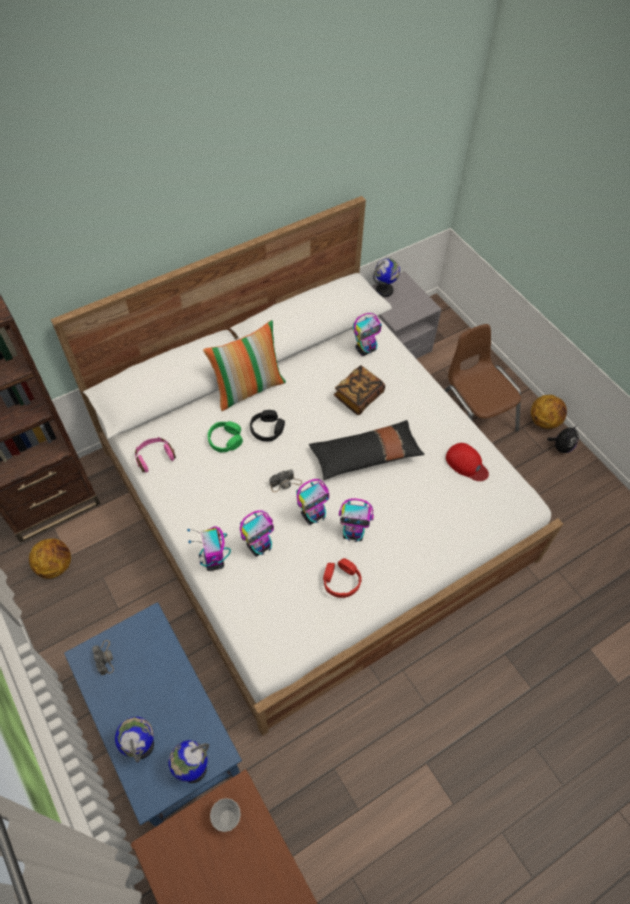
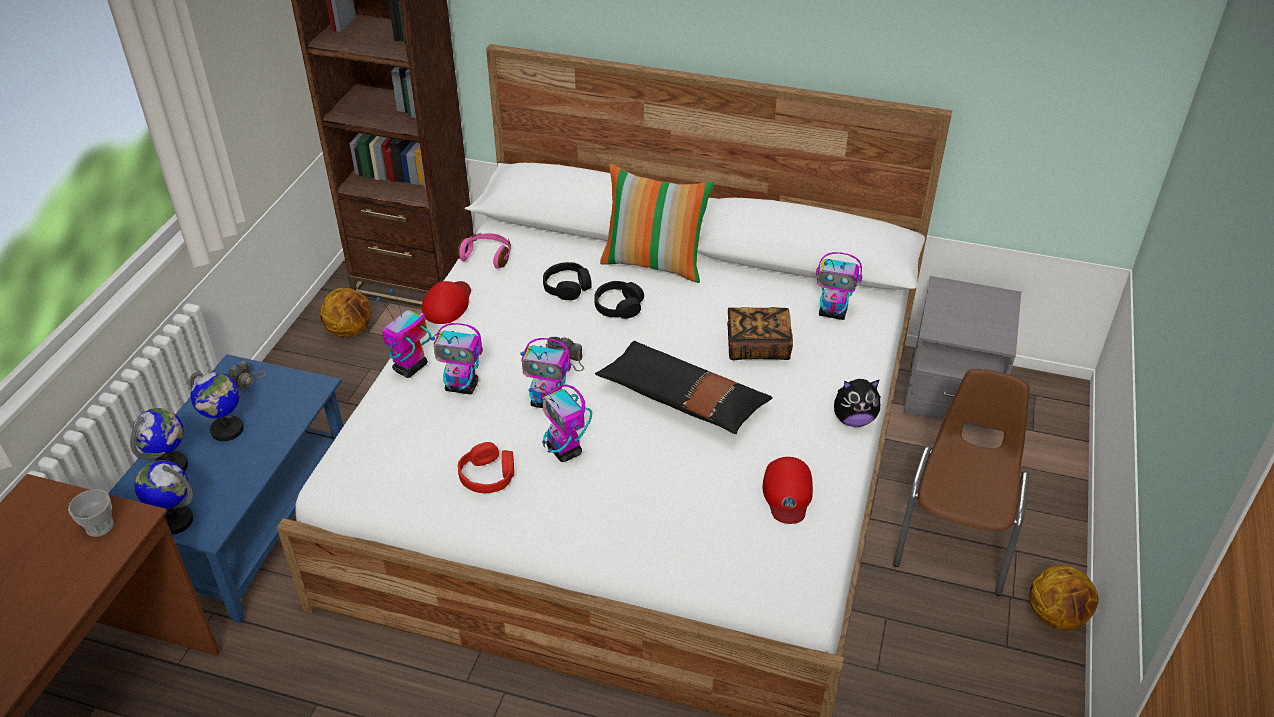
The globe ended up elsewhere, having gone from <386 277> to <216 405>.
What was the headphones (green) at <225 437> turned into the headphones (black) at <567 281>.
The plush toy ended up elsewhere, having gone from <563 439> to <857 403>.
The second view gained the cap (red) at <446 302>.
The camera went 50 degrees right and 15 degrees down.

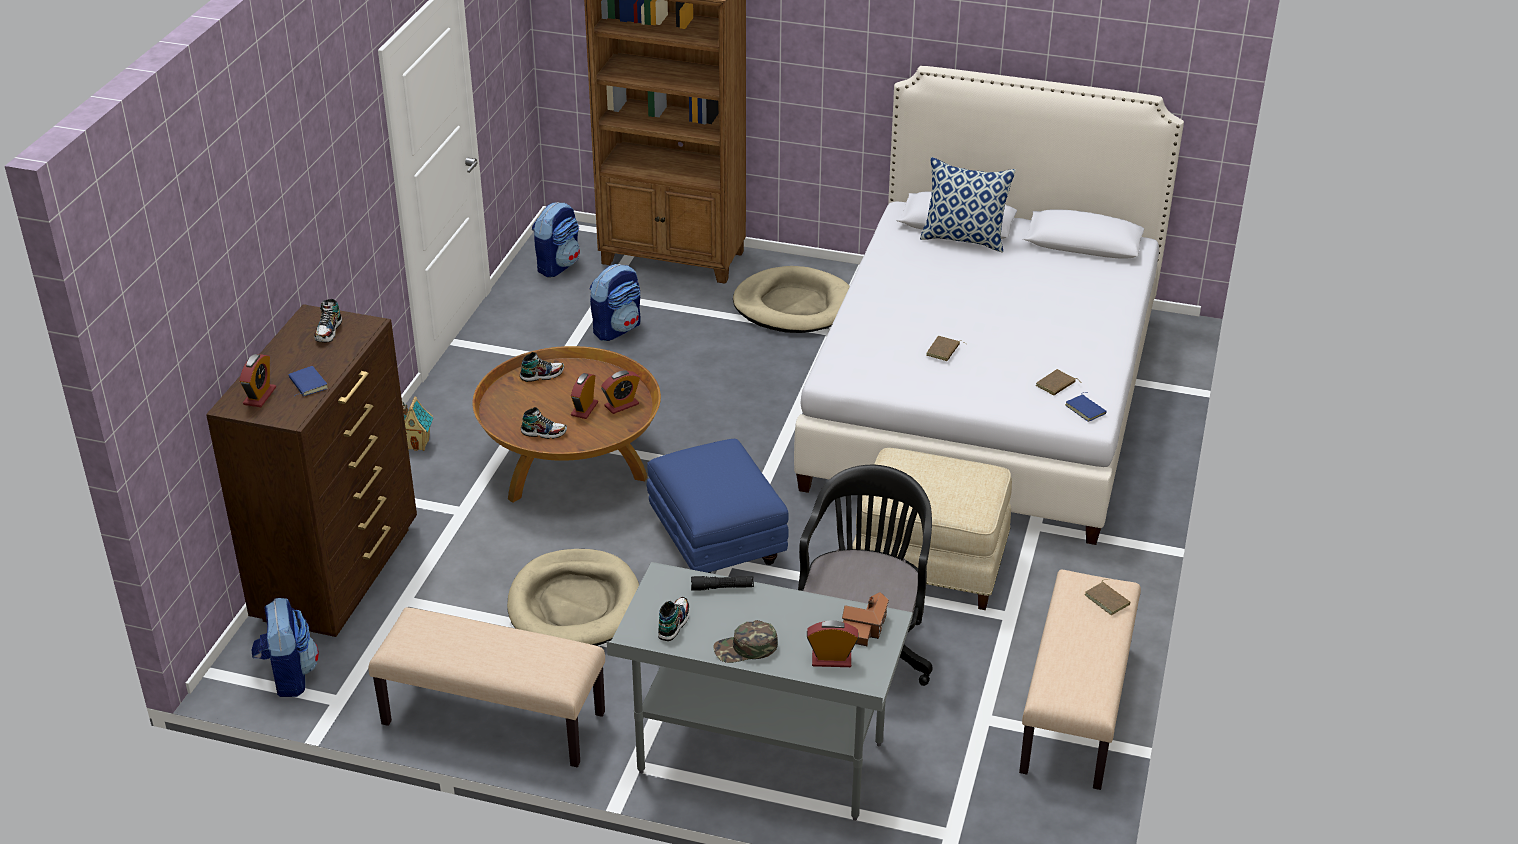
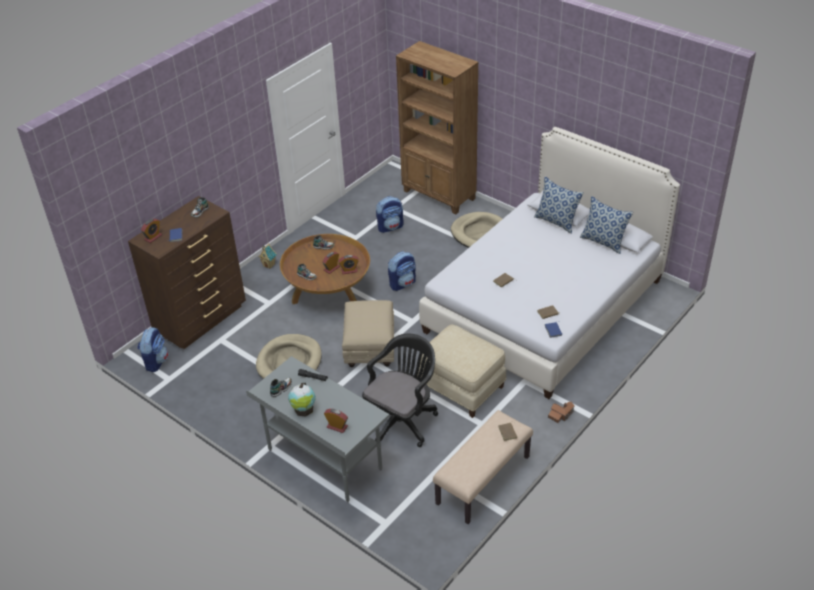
The backpack ended up elsewhere, having gone from <556 239> to <402 271>.
What was the ottoman (blue) at <718 506> turned into the ottoman (beige) at <368 333>.
The toy house ended up elsewhere, having gone from <865 619> to <561 412>.
The second view lost the bench (beige) at <487 687>.
Where the cap (green) stood at <746 641>, the globe came to stand at <302 399>.
The second view gained the pillow at <606 225>.
The camera went 25 degrees right and 5 degrees up.

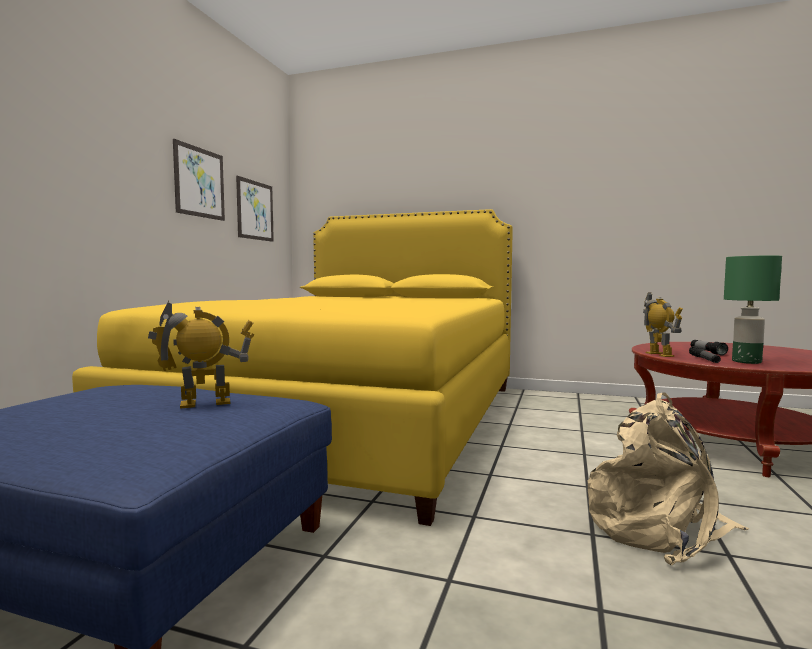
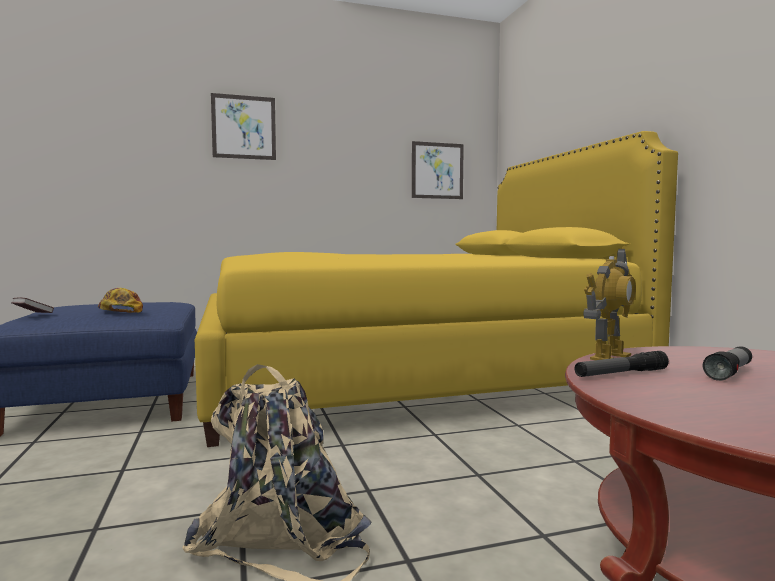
The picture ended up elsewhere, having gone from <199 180> to <243 126>.
The second view lost the table lamp (green) at <753 310>.
Where the toy robot stood at <201 354>, the cap came to stand at <120 300>.
The second view gained the book at <32 305>.
The camera went 55 degrees right and 0 degrees up.

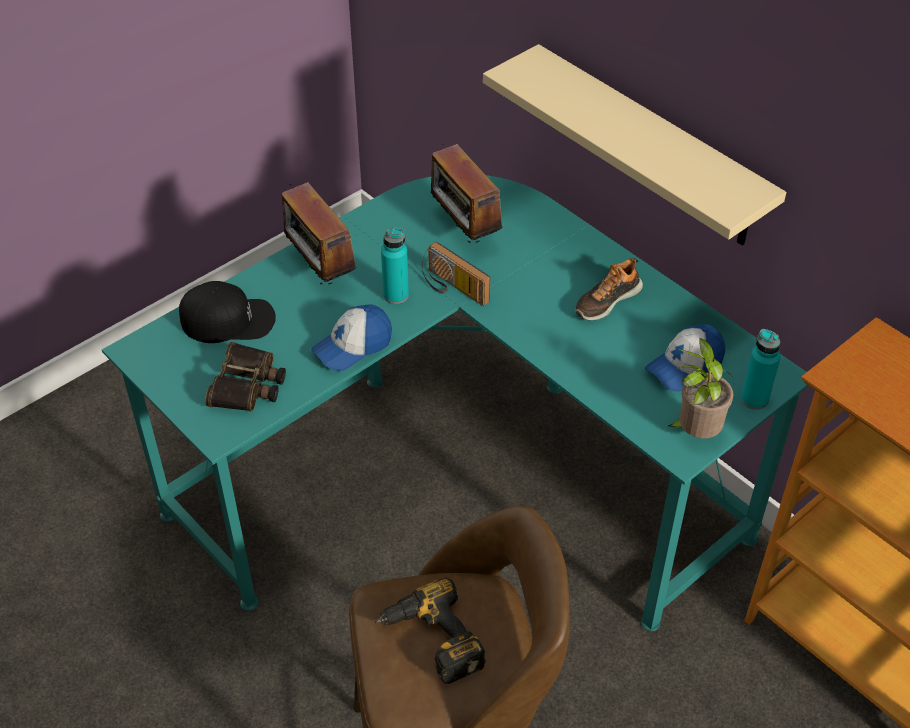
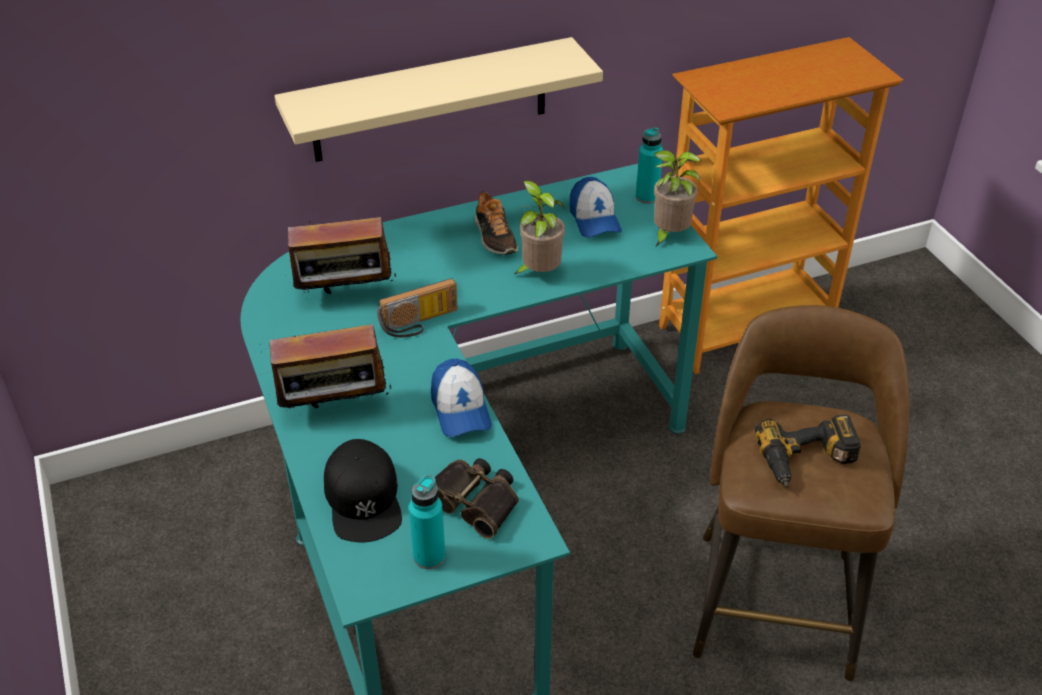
The bottle (turquoise) ended up elsewhere, having gone from <395 265> to <427 522>.
The cap (black) at <227 312> ended up facing another way, 150 degrees clockwise from before.
The second view gained the potted plant at <540 227>.
The camera went 70 degrees left and 5 degrees down.

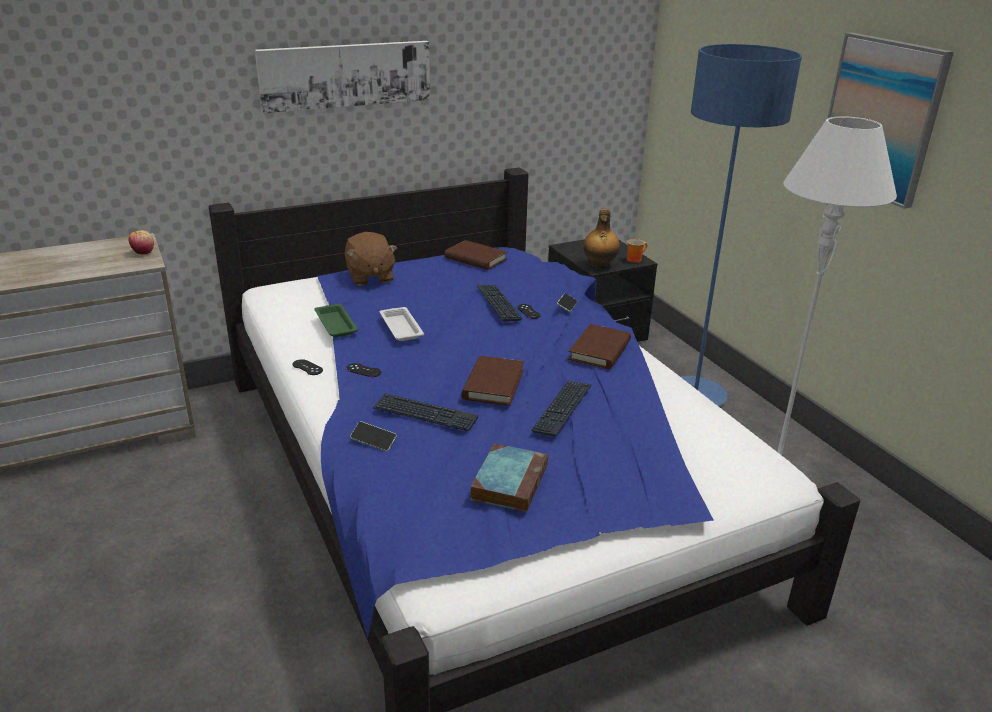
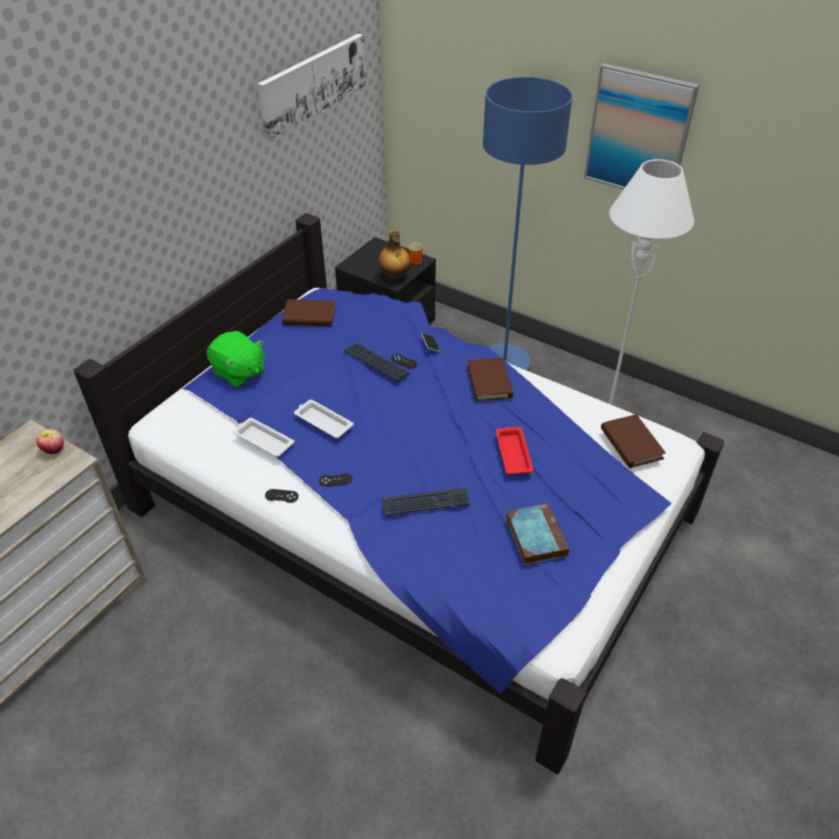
The picture ended up elsewhere, having gone from <342 77> to <311 86>.
What was the plush toy (brown) at <371 259> turned into the plush toy (green) at <235 359>.
What was the tray (green) at <336 320> turned into the tray (white) at <264 437>.
The book (brown) ended up elsewhere, having gone from <492 381> to <633 441>.
Where the keyboard stood at <561 409>, the tray (red) came to stand at <515 451>.
The second view lost the phone at <373 436>.
The camera went 30 degrees left and 15 degrees up.

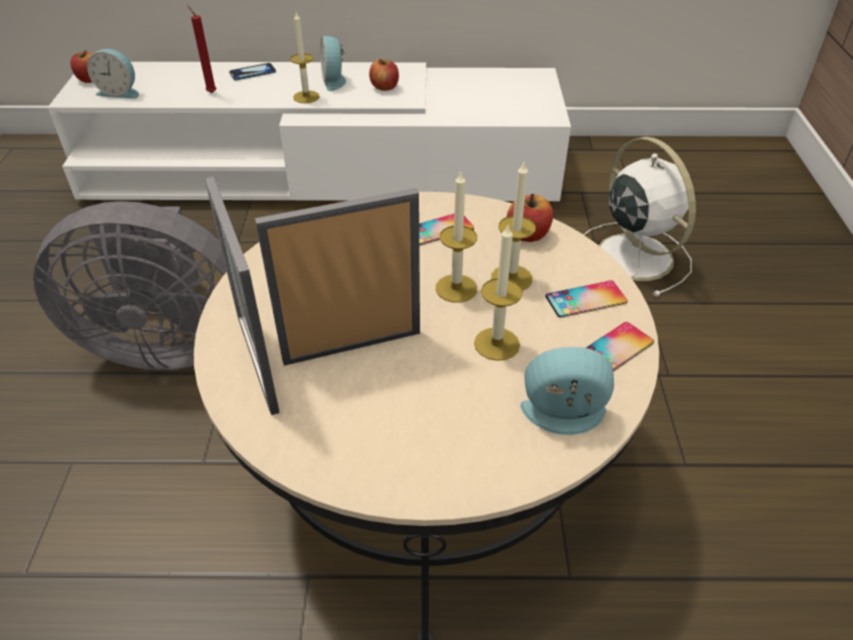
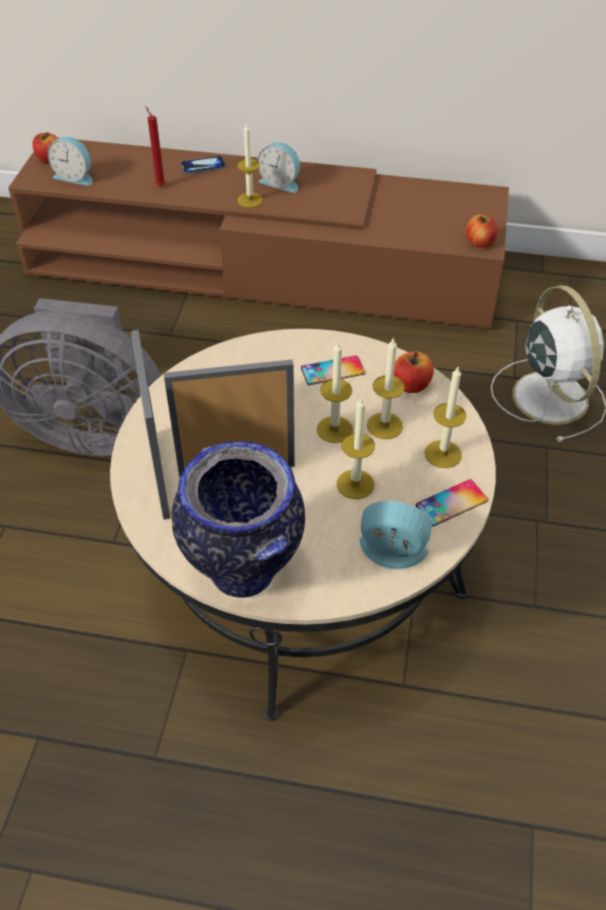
The alarm clock at <333 63> ended up facing another way, 60 degrees counterclockwise from before.
The apple ended up elsewhere, having gone from <384 75> to <482 231>.
What was the tv stand (white) at <309 131> turned into the tv stand (brown) at <258 233>.
Where the phone stood at <587 299>, the candle came to stand at <445 417>.
The second view gained the vase at <238 519>.
The camera went 10 degrees right and 5 degrees up.

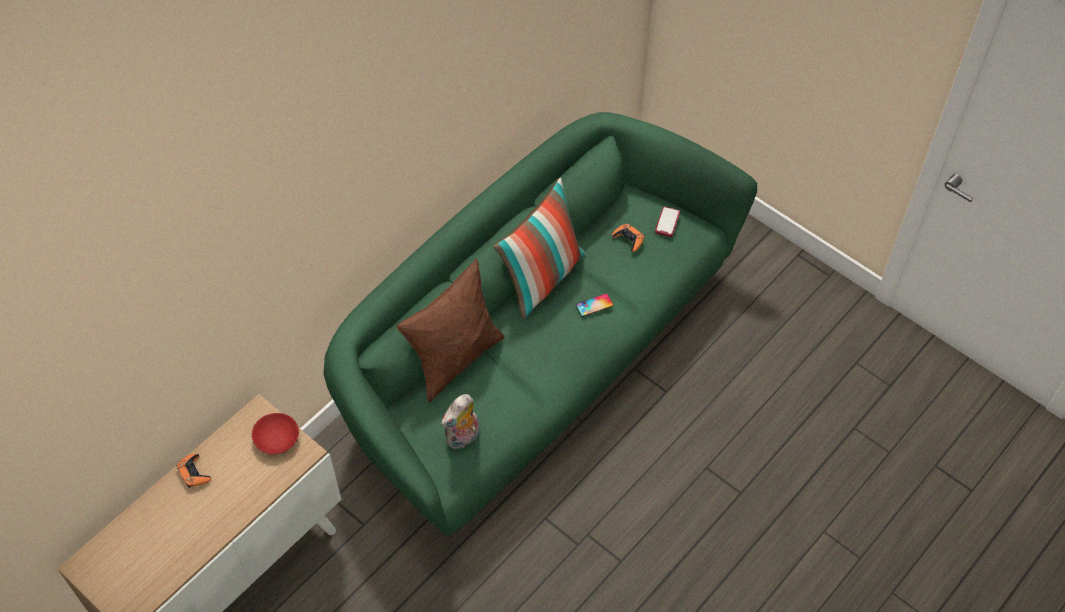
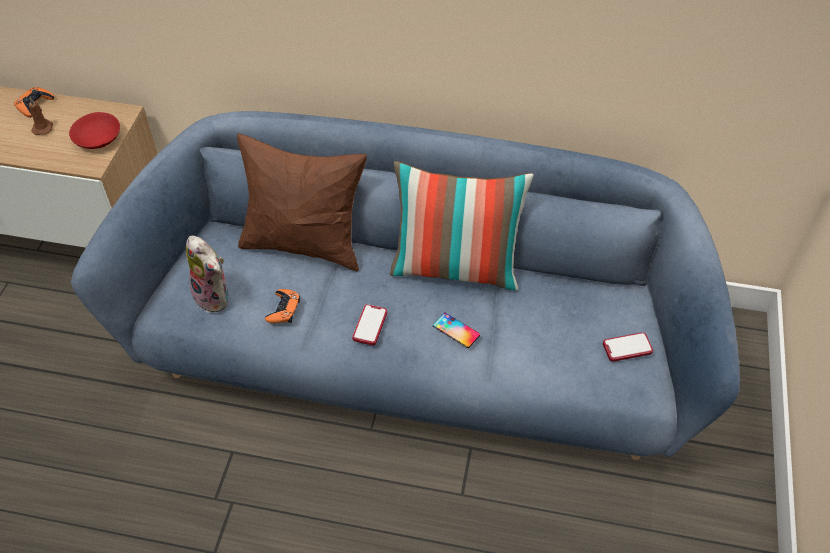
What was the sofa (green) at <540 324> turned into the sofa (blue) at <405 285>.
The game controller (orange) ended up elsewhere, having gone from <628 238> to <282 306>.
The plush toy at <460 421> ended up facing another way, 150 degrees counterclockwise from before.
The second view gained the candle (brown) at <41 116>.
The second view gained the phone at <369 324>.
The camera went 60 degrees right and 5 degrees down.

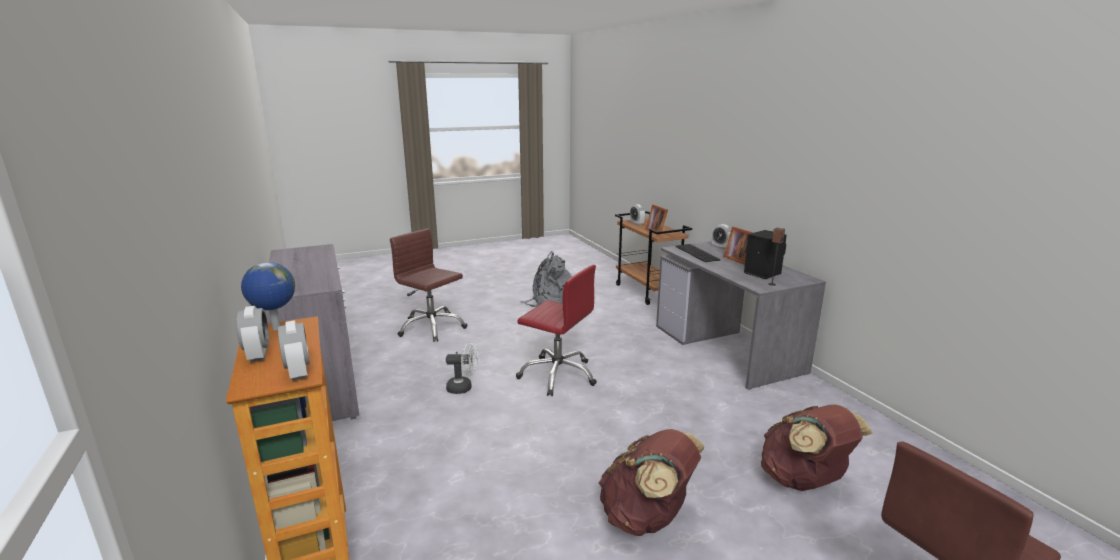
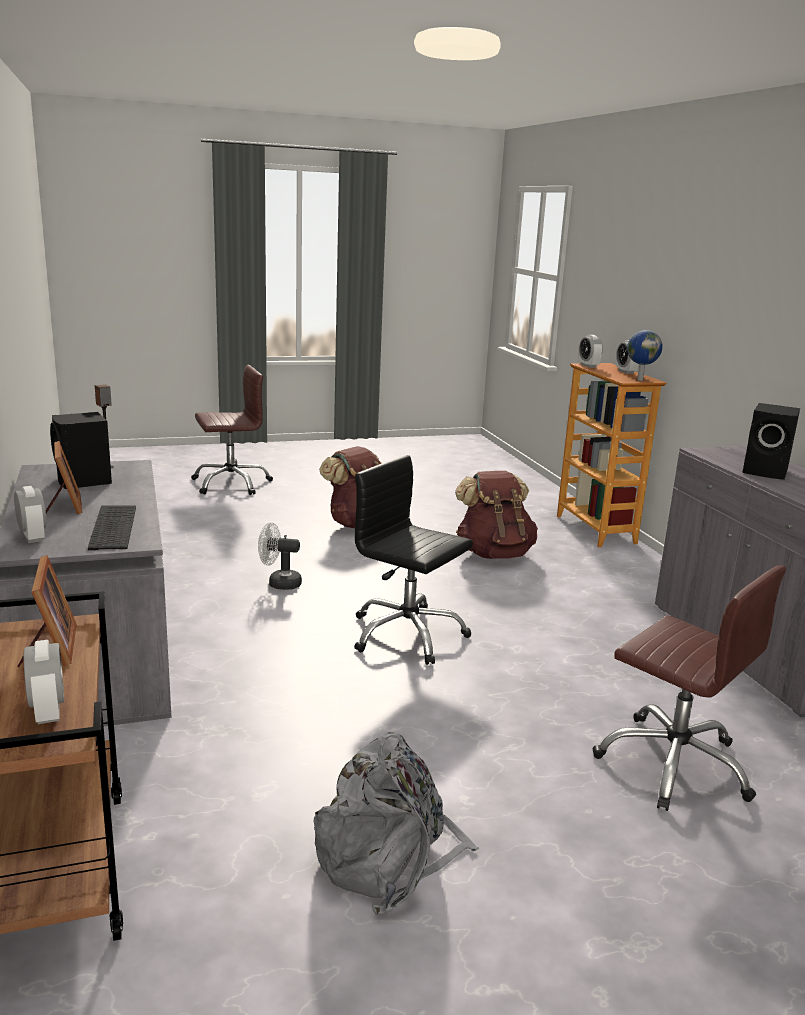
What was the office chair (red) at <556 330> turned into the office chair (black) at <413 560>.
The fan (white) ended up elsewhere, having gone from <462 368> to <280 556>.
The backpack (brown) ended up elsewhere, having gone from <817 448> to <496 515>.
The second view gained the speaker (black) at <771 441>.
The camera went 175 degrees left and 0 degrees up.

